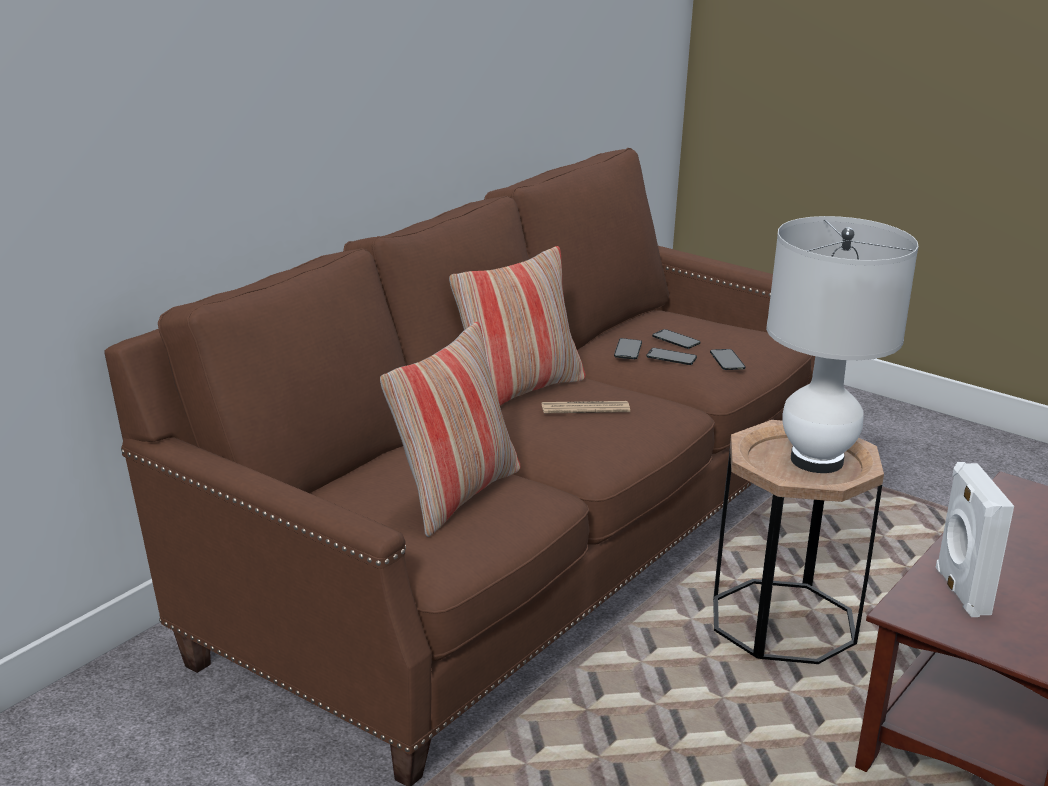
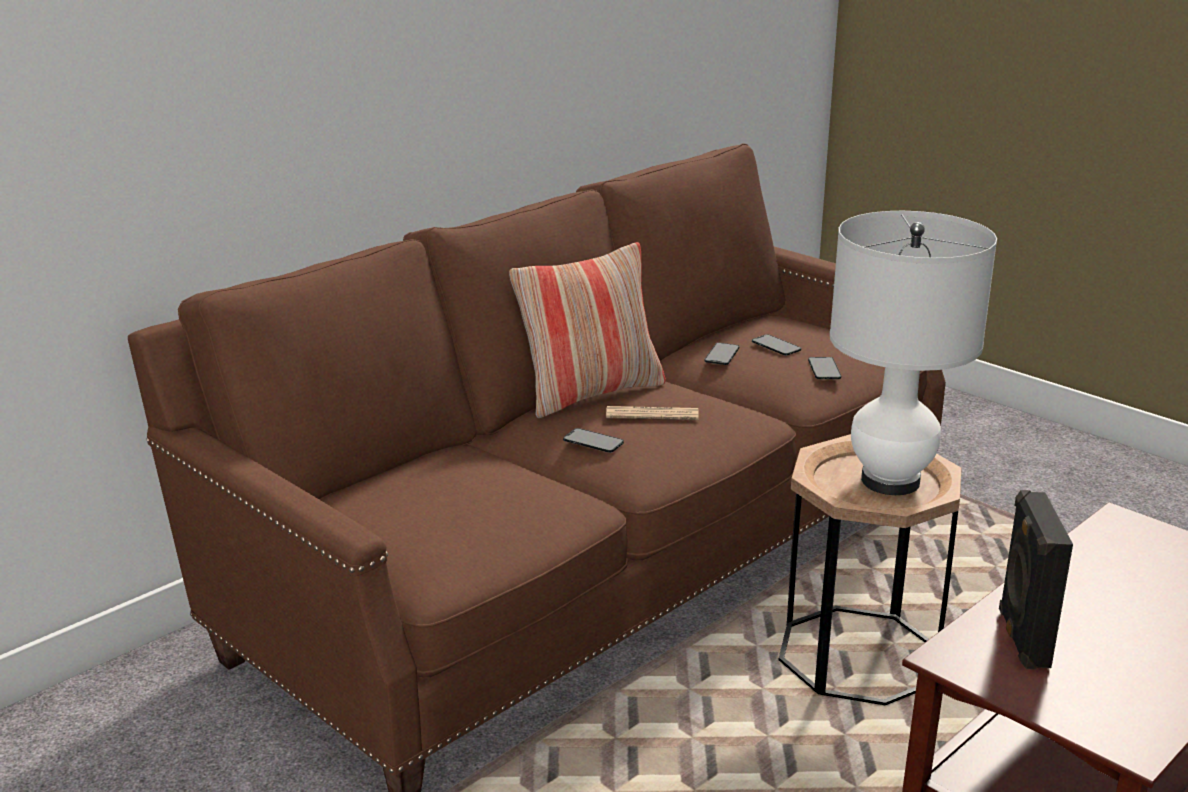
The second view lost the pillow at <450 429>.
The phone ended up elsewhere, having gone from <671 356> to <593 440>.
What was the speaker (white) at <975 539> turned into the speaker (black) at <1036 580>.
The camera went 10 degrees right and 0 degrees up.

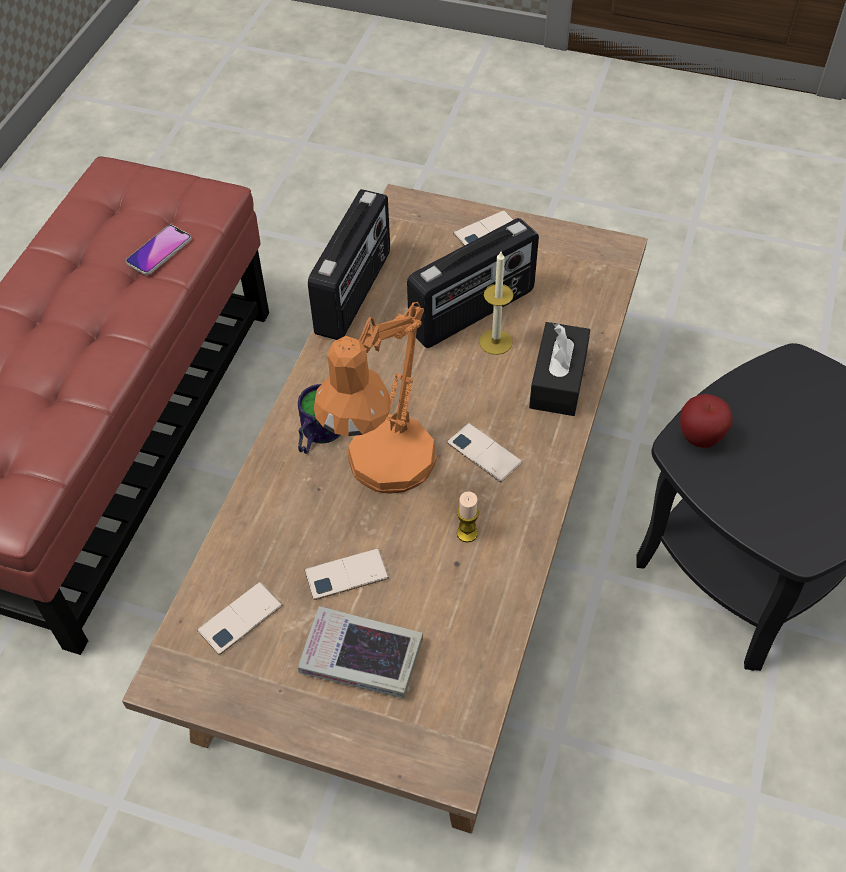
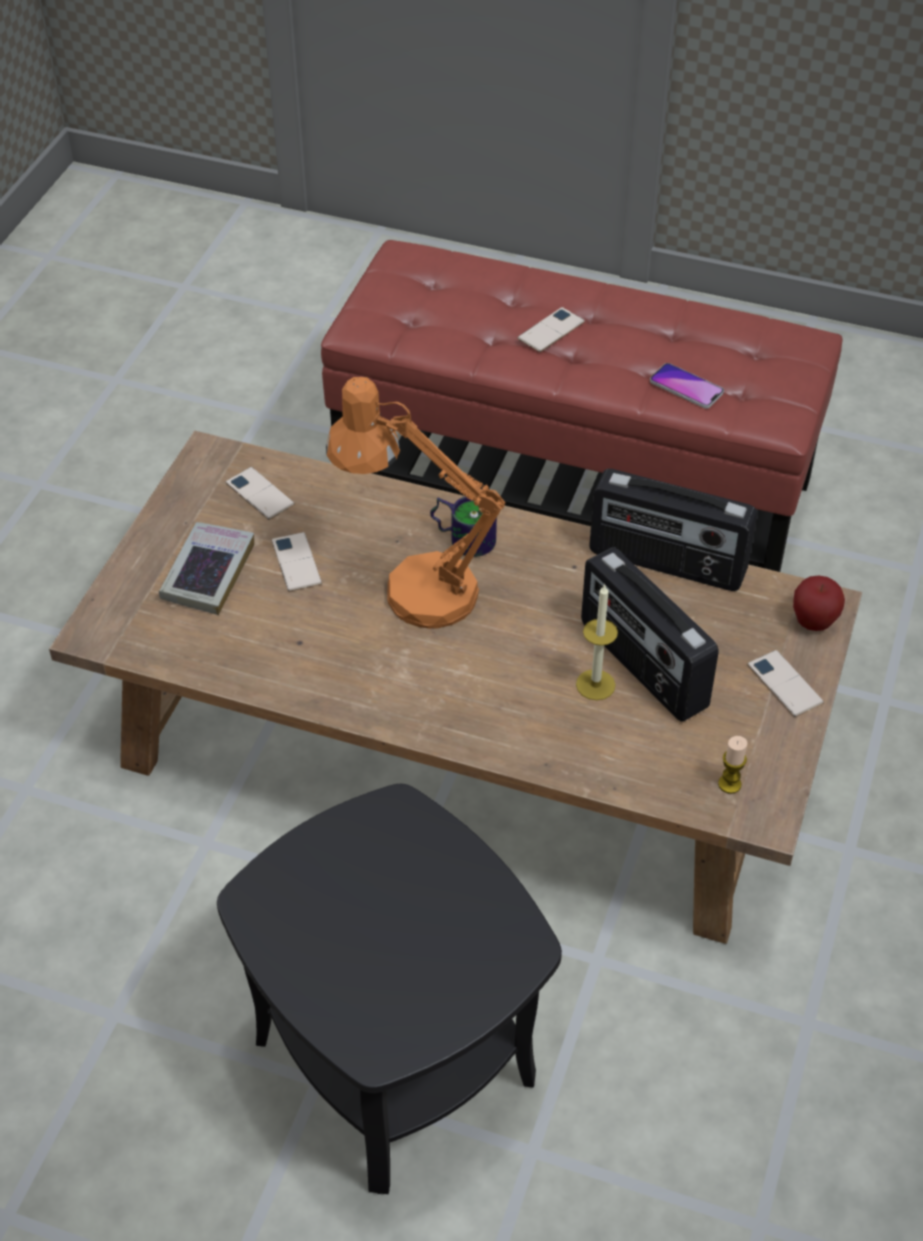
The second view lost the tissue box (black) at <559 369>.
The apple ended up elsewhere, having gone from <706 421> to <819 603>.
The phone ended up elsewhere, having gone from <484 452> to <551 329>.
The candle ended up elsewhere, having gone from <468 517> to <732 765>.
The camera went 90 degrees right and 5 degrees down.

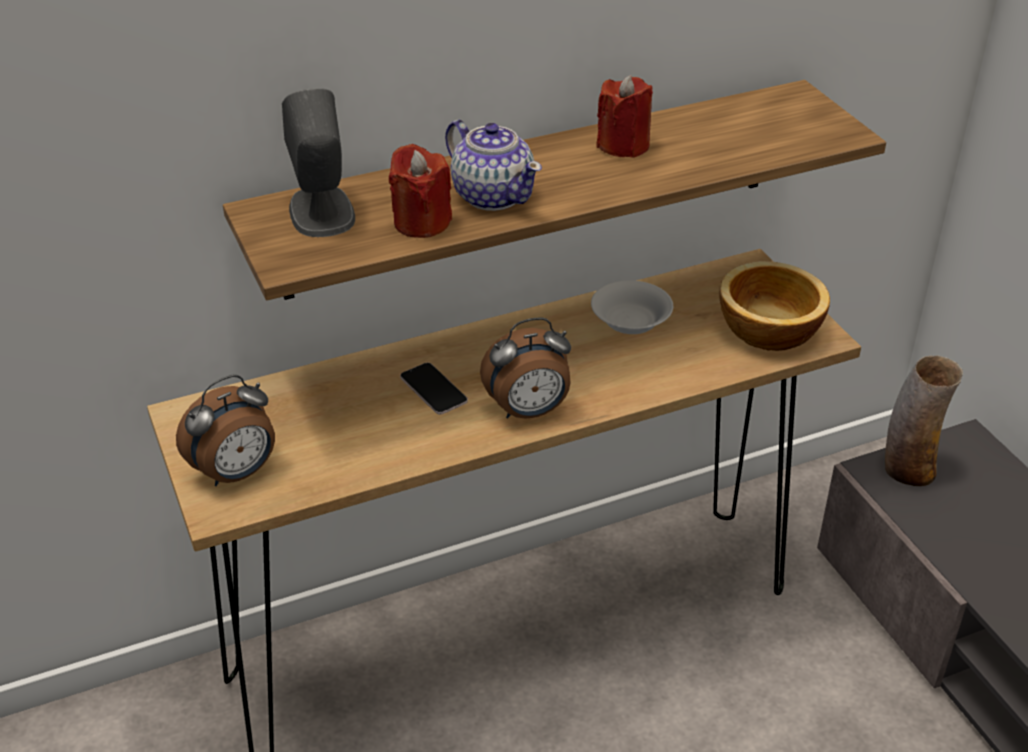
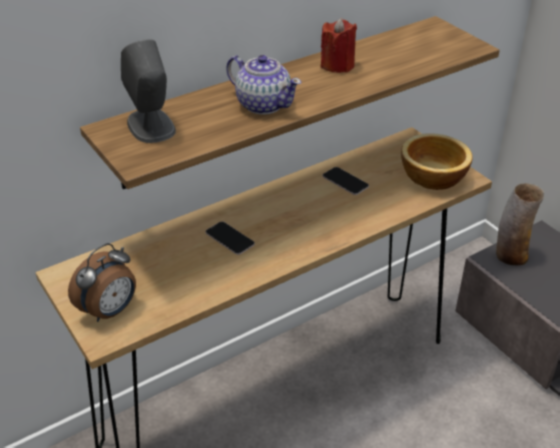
The second view lost the candle (red) at <420 191>.
Where the bowl (white) stood at <632 307>, the phone came to stand at <346 181>.
The second view lost the alarm clock at <525 368>.
The camera went 10 degrees left and 0 degrees up.

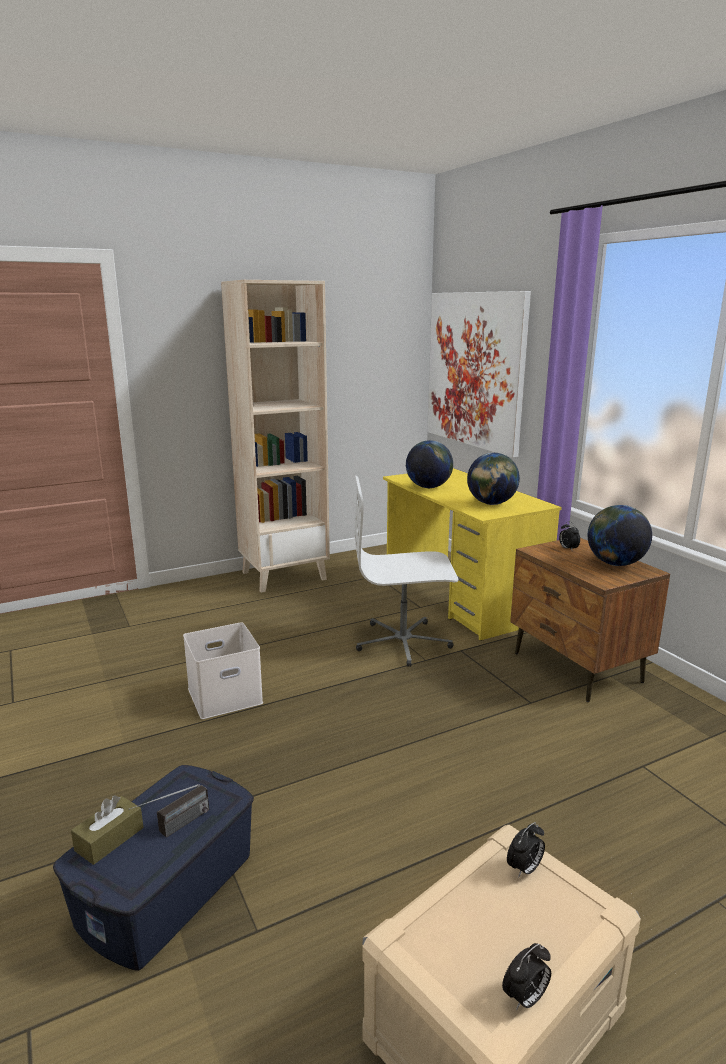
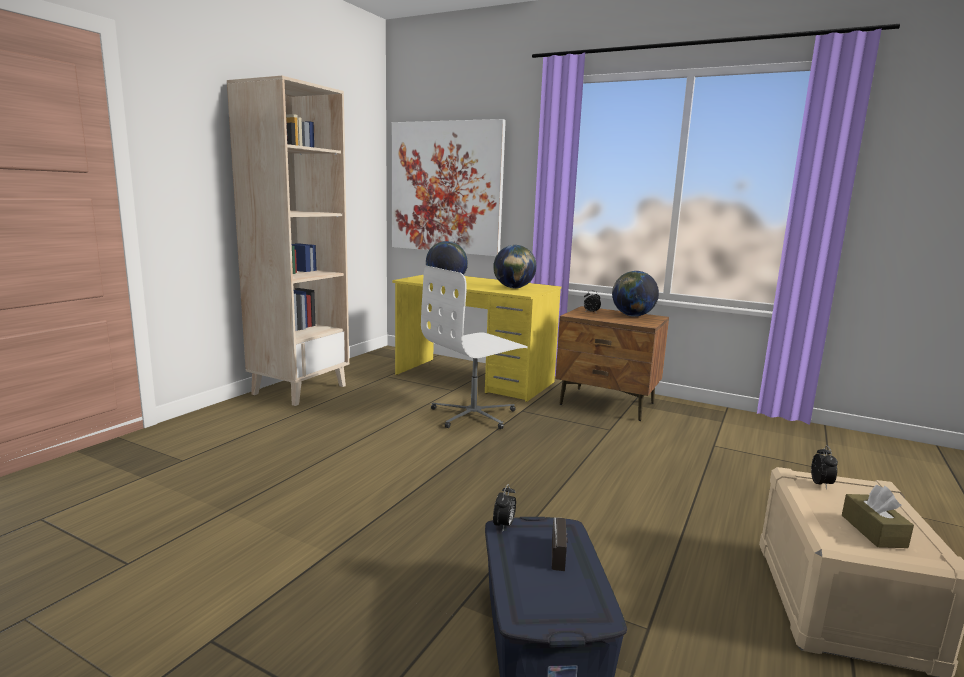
The second view lost the storage box (white) at <223 670>.
The tissue box (brown) ended up elsewhere, having gone from <107 830> to <878 516>.
The alarm clock ended up elsewhere, having gone from <526 976> to <504 507>.
The camera went 35 degrees left and 5 degrees down.

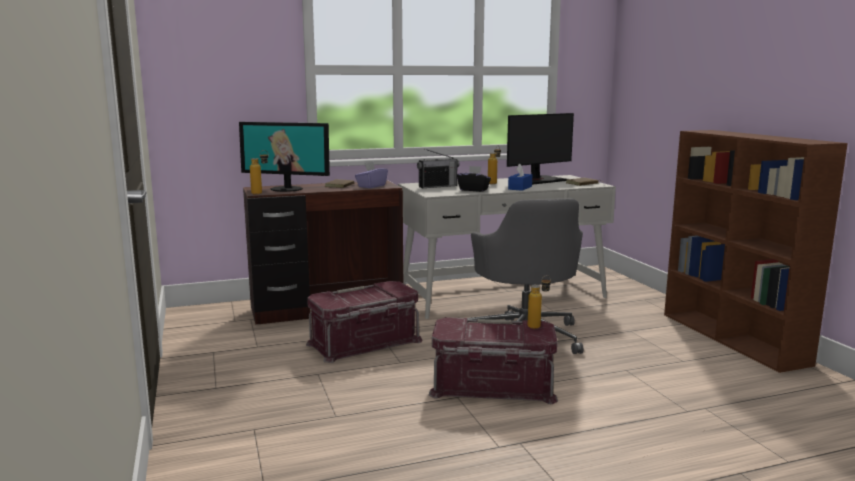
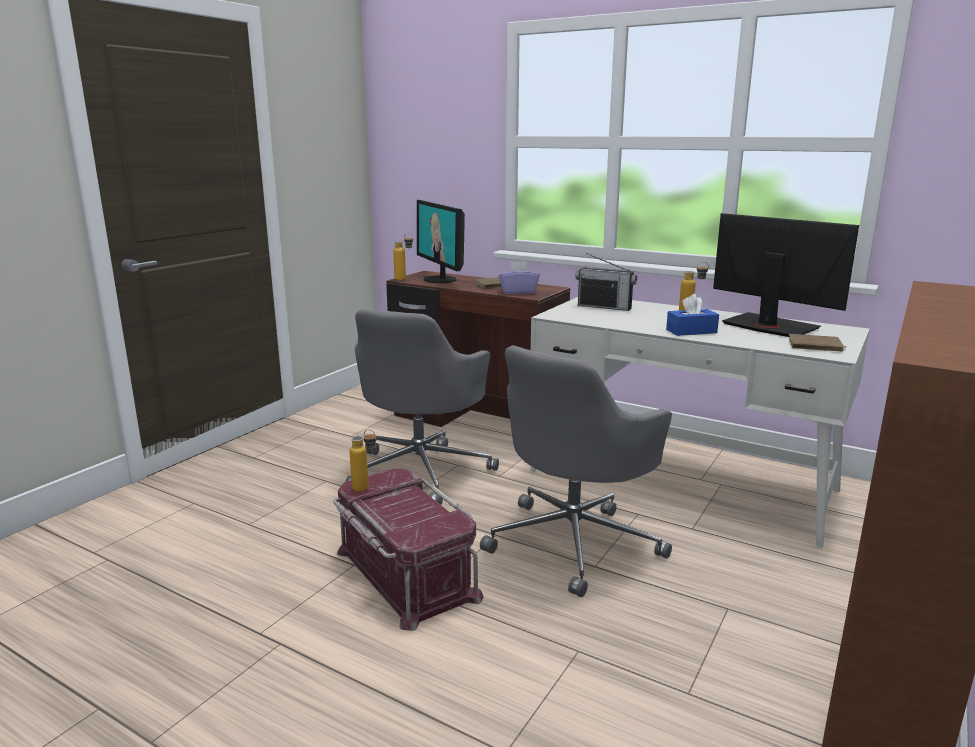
The monitor at <540 149> ended up facing another way, 150 degrees counterclockwise from before.
The second view lost the tissue box (black) at <474 179>.
The bottle ended up elsewhere, having gone from <539 302> to <362 460>.
Where the storage box (red) stood at <364 322>, the office chair (grey) came to stand at <422 407>.
The camera went 50 degrees right and 5 degrees up.

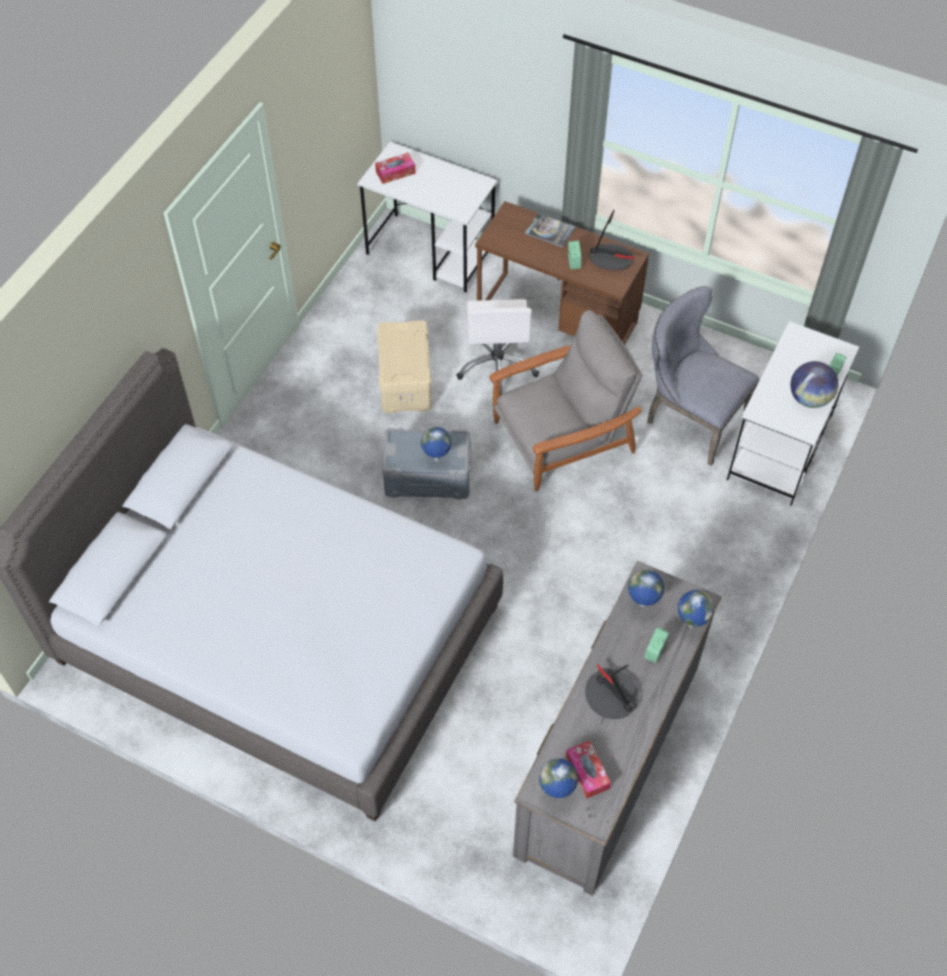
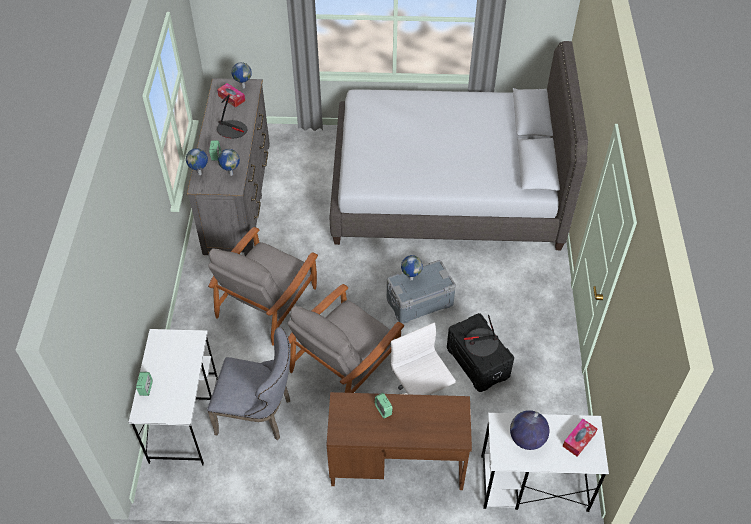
The table lamp ended up elsewhere, having gone from <612 240> to <481 335>.
The second view lost the book at <550 230>.
What was the storage box (beige) at <404 366> turned into the storage box (black) at <480 352>.
The globe ended up elsewhere, having gone from <814 384> to <529 430>.
The second view gained the armchair (grey) at <263 286>.
The camera went 155 degrees right and 5 degrees down.

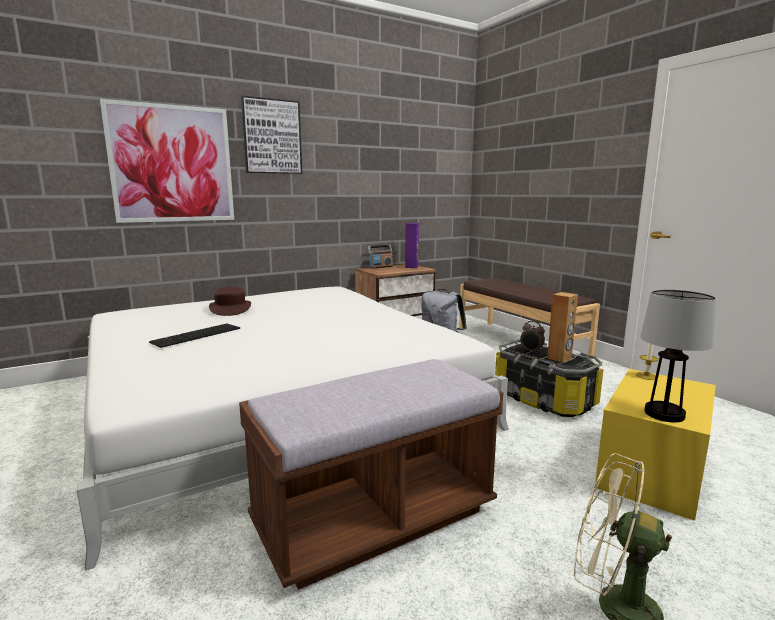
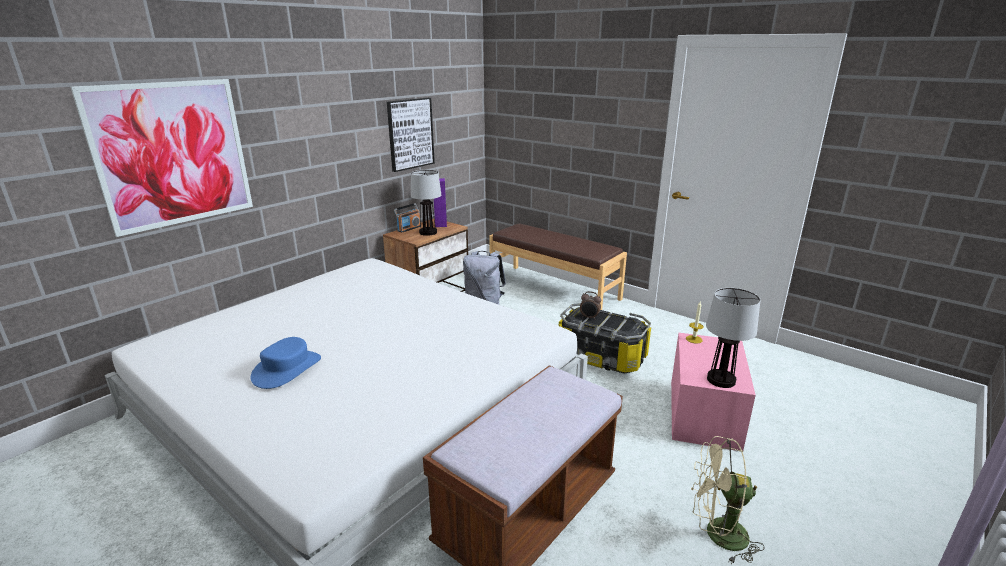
The picture ended up elsewhere, having gone from <271 135> to <411 135>.
The second view lost the hat (brown) at <230 301>.
The second view lost the speaker (brown) at <562 327>.
Where the keyboard stood at <194 336>, the hat (blue) came to stand at <286 363>.
What was the storage box (yellow) at <655 445> turned into the storage box (pink) at <713 392>.
The second view gained the table lamp at <426 203>.
The camera went 20 degrees left and 10 degrees up.

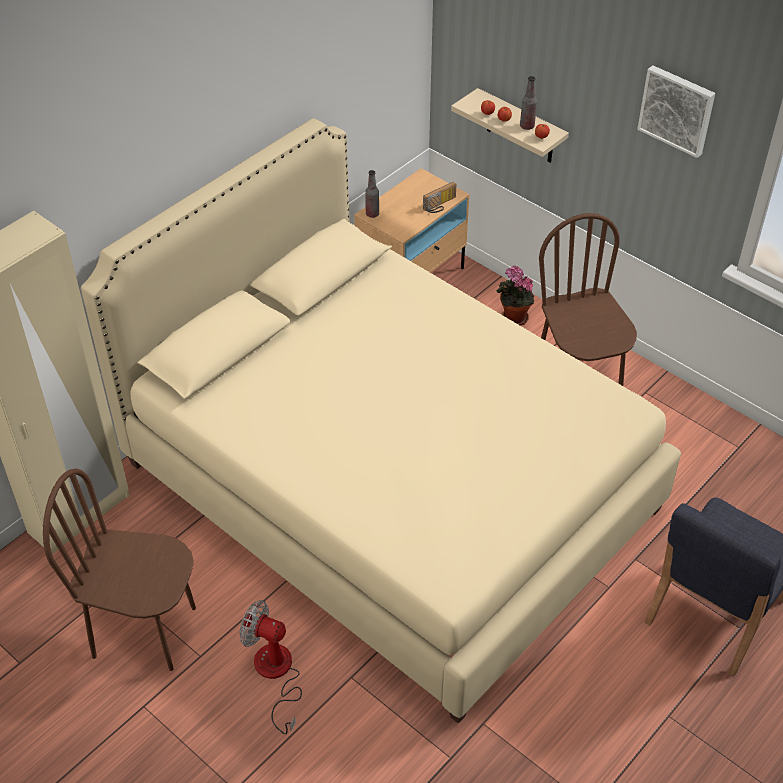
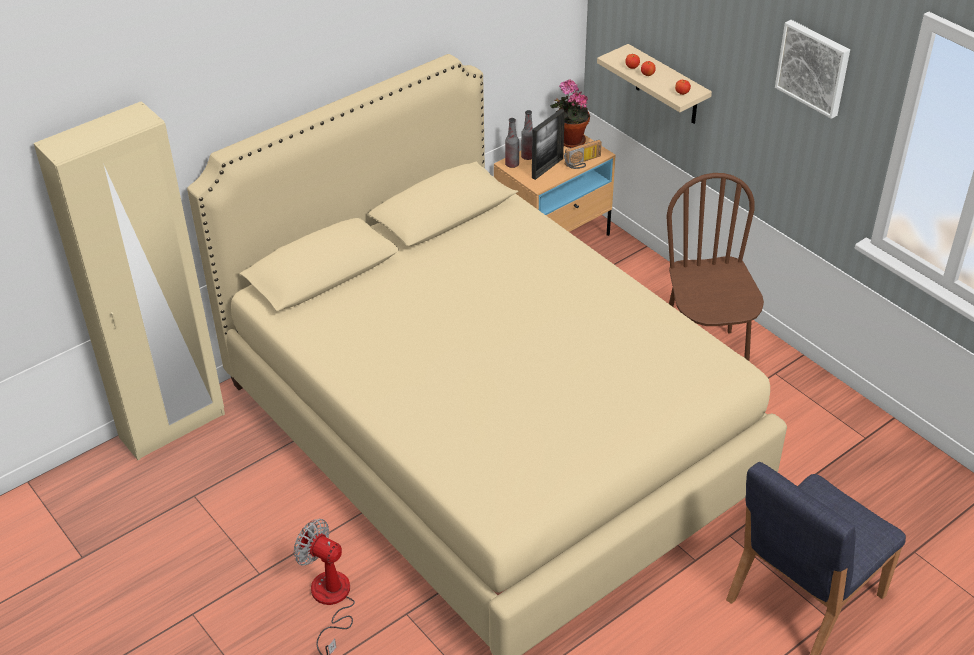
The bottle ended up elsewhere, having gone from <528 103> to <527 135>.
The potted plant ended up elsewhere, having gone from <515 295> to <570 113>.
The second view lost the chair (brown) at <119 569>.
The second view gained the picture frame at <548 144>.
The camera went 10 degrees right and 5 degrees down.

